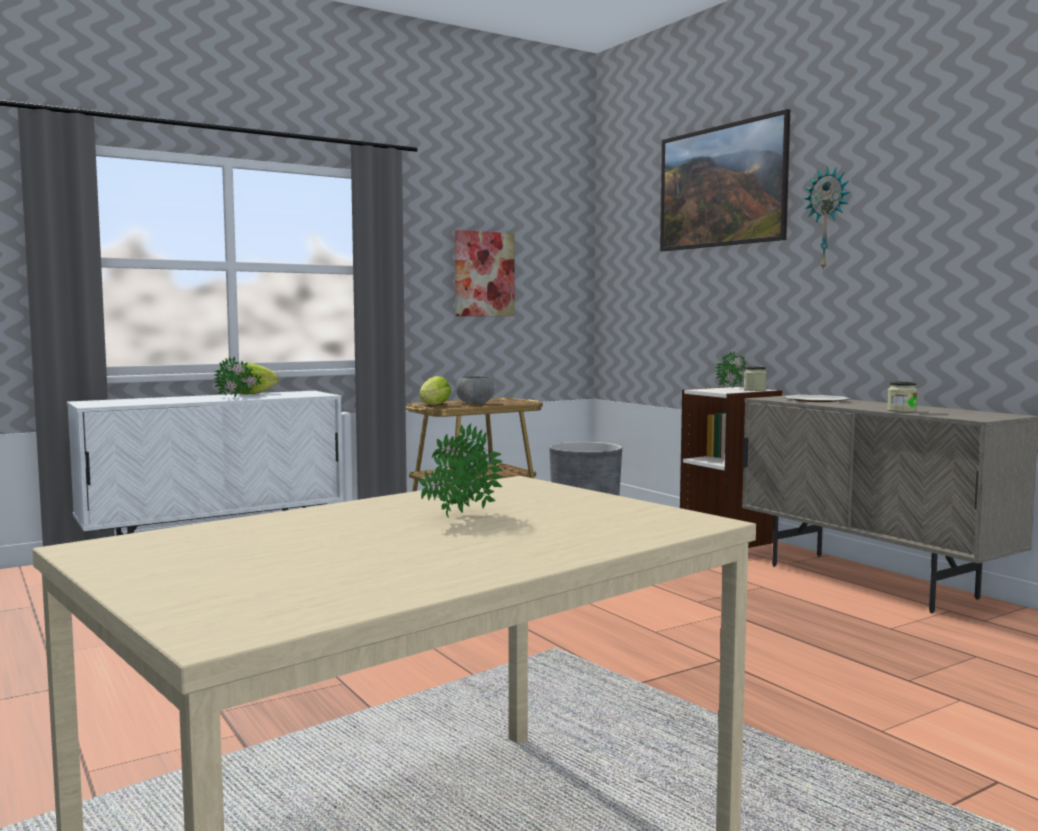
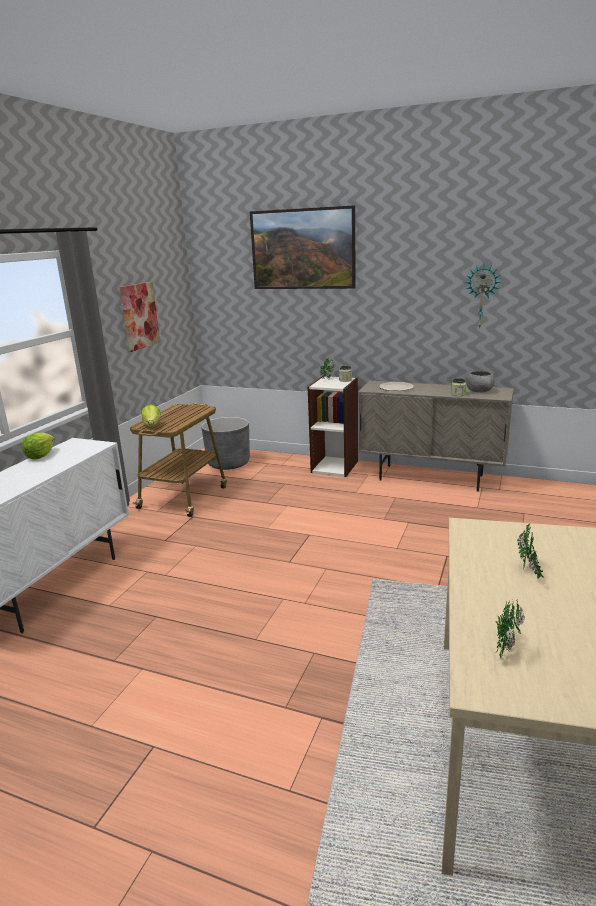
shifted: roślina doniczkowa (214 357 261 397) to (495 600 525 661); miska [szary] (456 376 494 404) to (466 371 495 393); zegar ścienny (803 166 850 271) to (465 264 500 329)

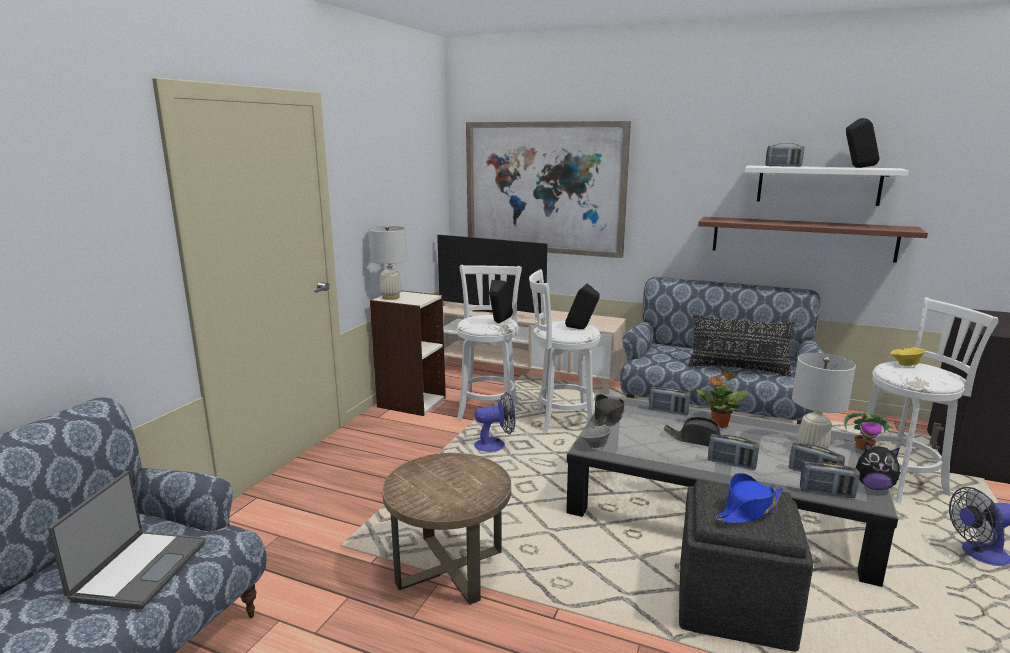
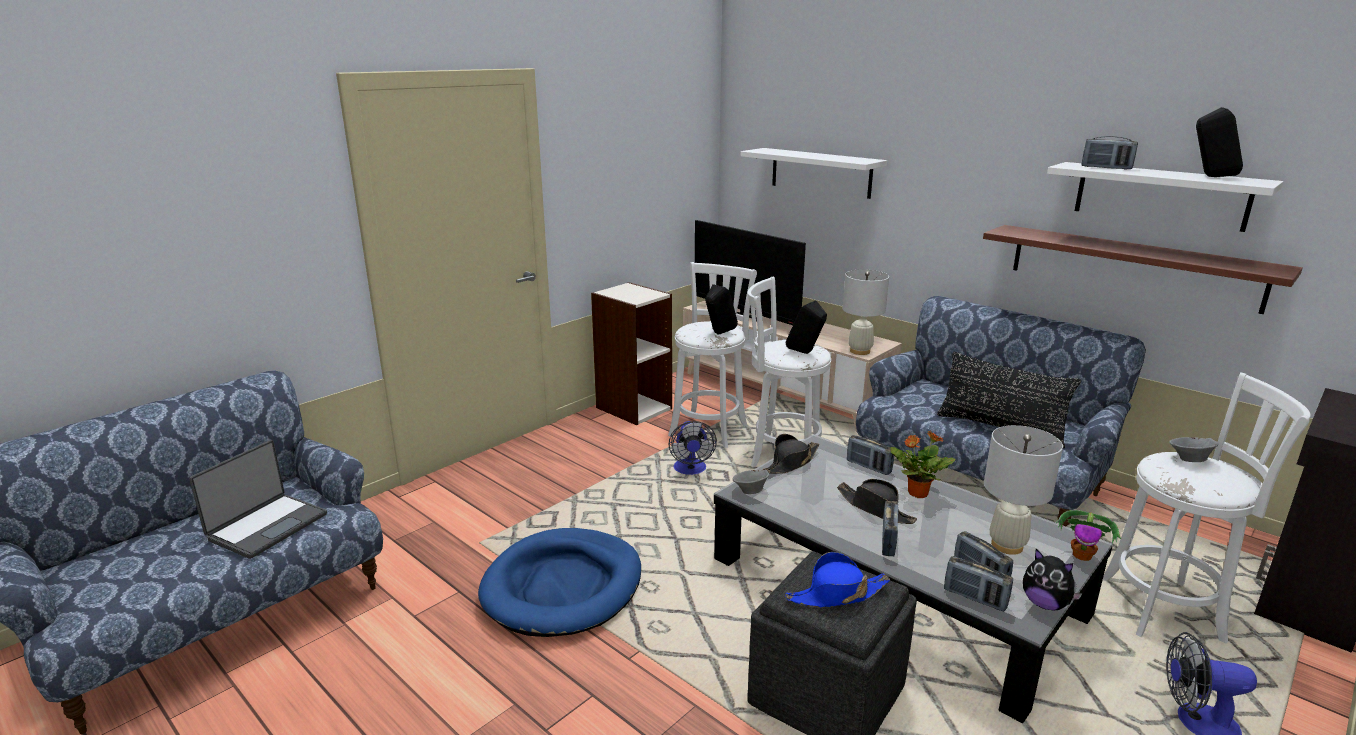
shifted: lampa stołowa [biały] (368 226 408 300) to (843 269 889 355)
swapped: stolik [brązowy] (383 453 511 605) to legowisko [niebieski] (478 528 641 637); obraz (466 121 631 258) to półka [biały] (741 148 887 199)
repainted: miska [żółty] (890 347 926 366) to miska [szary] (1169 437 1219 462)
rotated: wentylator (474 392 516 452) = (669 421 717 475) 75 degrees clockwise; radio (708 434 759 470) = (882 501 898 556) 120 degrees counterclockwise

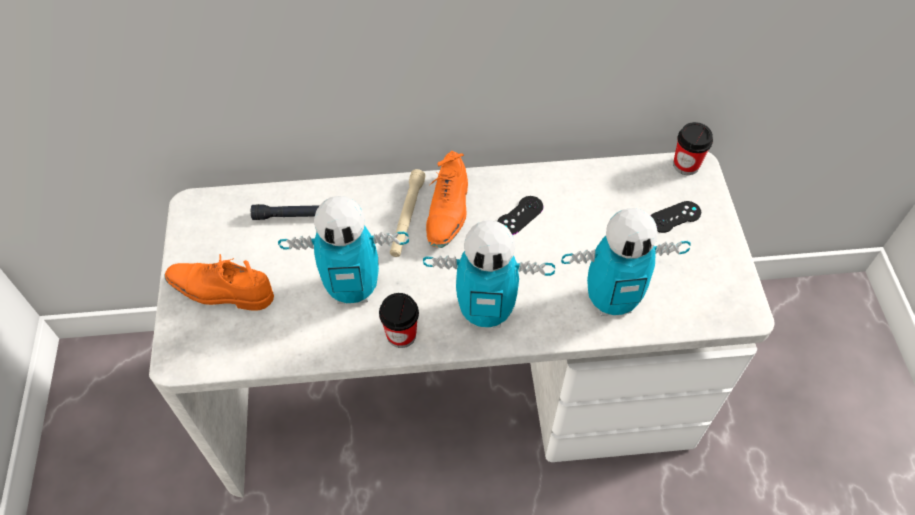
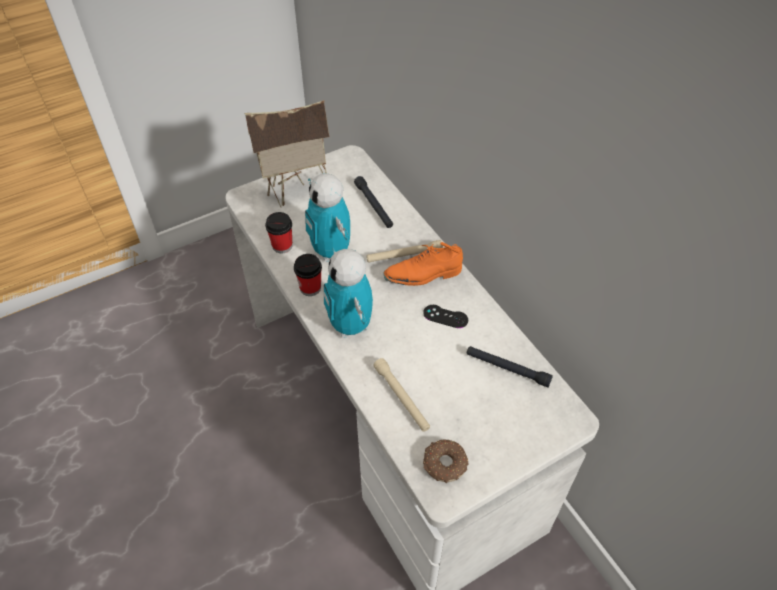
gone: pad do gier [czarny] (651 201 701 233)
new: donut (423 440 469 483); latarka [czarny] (467 346 553 388)
shifted: filiżanka (673 122 713 175) to (265 212 292 253)
swapped: but [pomarańczowy] (164 254 274 311) to domek (244 100 329 208); robot zabawkowy (561 208 691 316) to latarka [beżowy] (373 358 430 432)

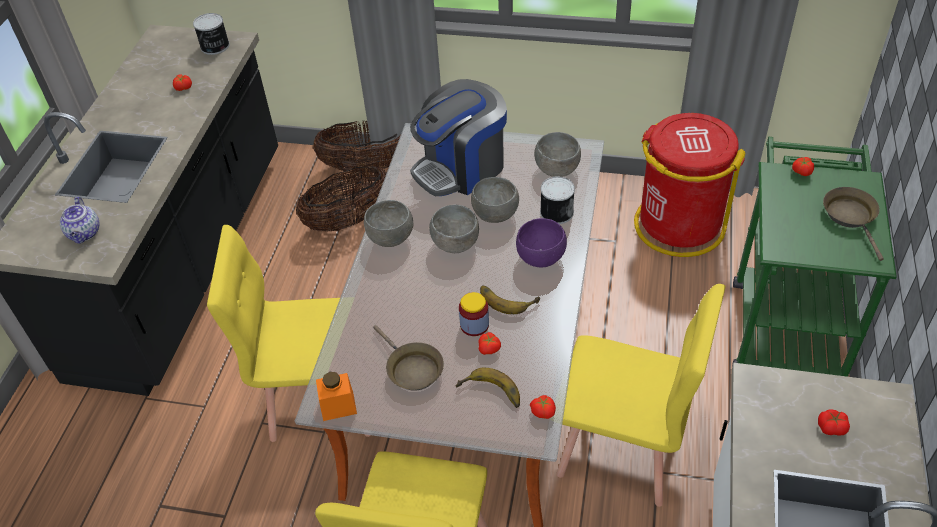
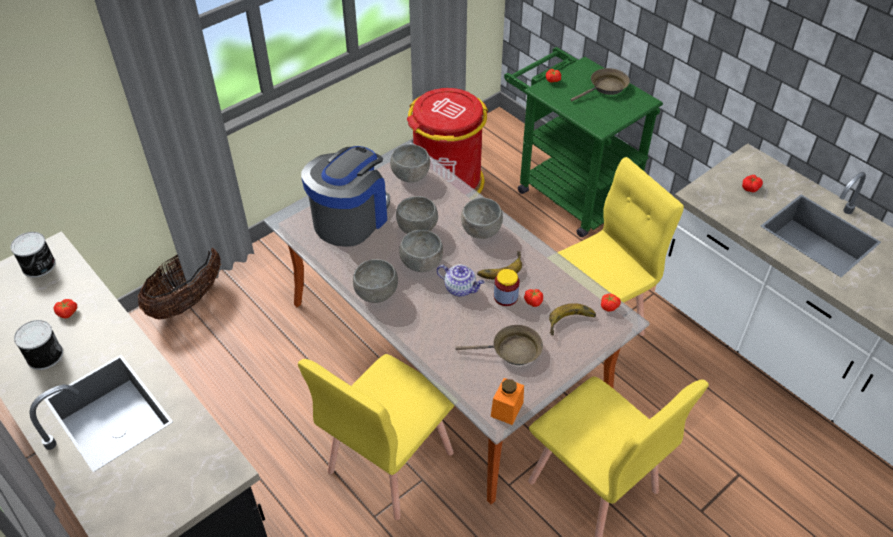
gone: koszyk (296 165 386 232)
shifted: imbryk (60 197 99 244) to (437 264 484 297); puszka (540 176 575 224) to (14 320 63 370)
repainted: miska [fioletowy] (516 218 567 267) to miska [szary] (461 198 503 239)
rotated: ekspres do kawy (410 79 507 196) = (301 146 390 247) 150 degrees counterclockwise; patelnia [brązowy] (823 187 884 261) = (570 68 630 102) 120 degrees clockwise

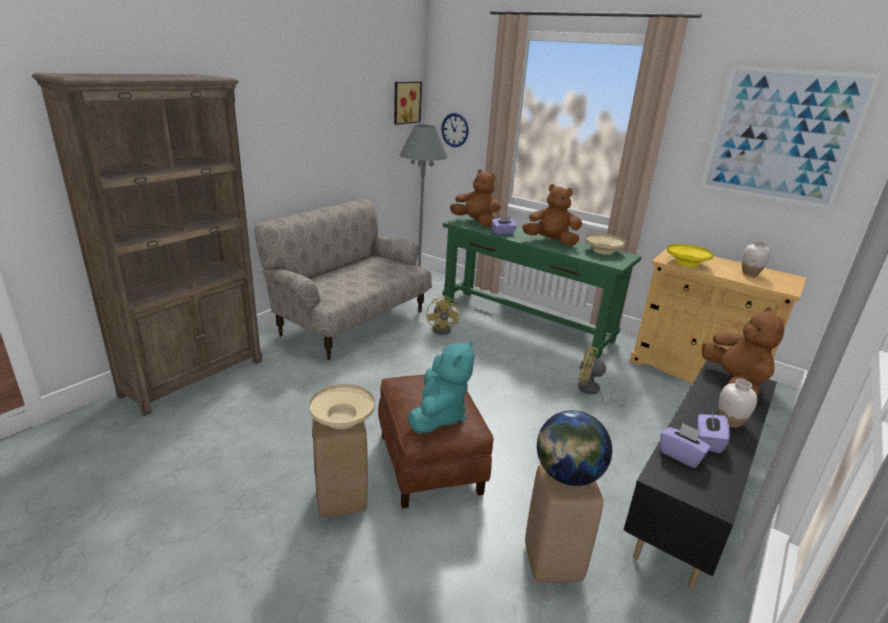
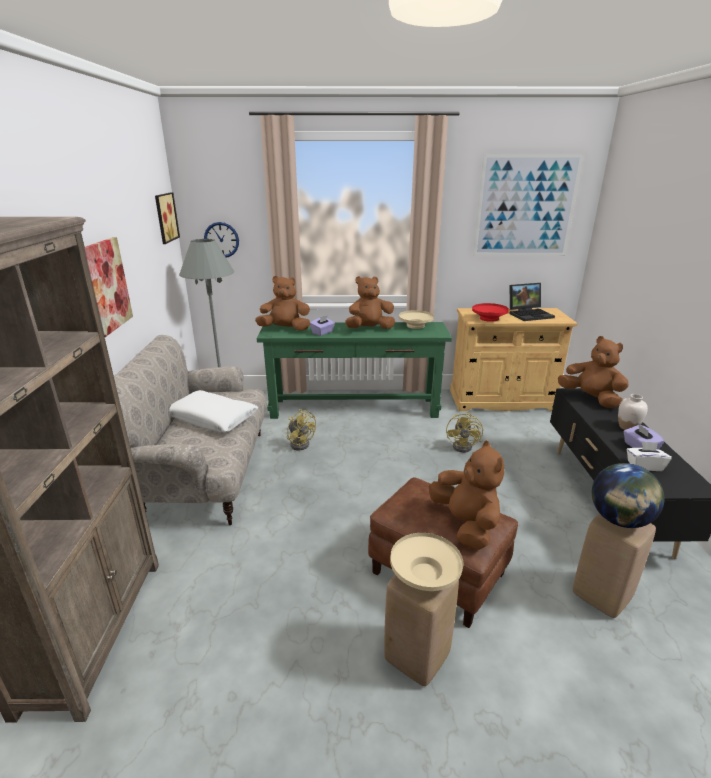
new: obraz (85 237 133 337); poduszka [biały] (169 390 258 433)
swapped: wazon [biały] (742 240 770 276) to laptop (509 283 555 321)
repainted: pluszak [turkusowy] (408 340 474 434) to pluszak [brązowy] (429 441 504 550); pudełko chusteczek [fioletowy] (660 422 711 468) to pudełko chusteczek [biały] (627 441 672 471); miska [żółty] (667 244 713 267) to miska [czerwony] (472 303 509 322)
rotated: wentylator [żółty] (578 346 627 407) = (446 412 483 453) 60 degrees counterclockwise

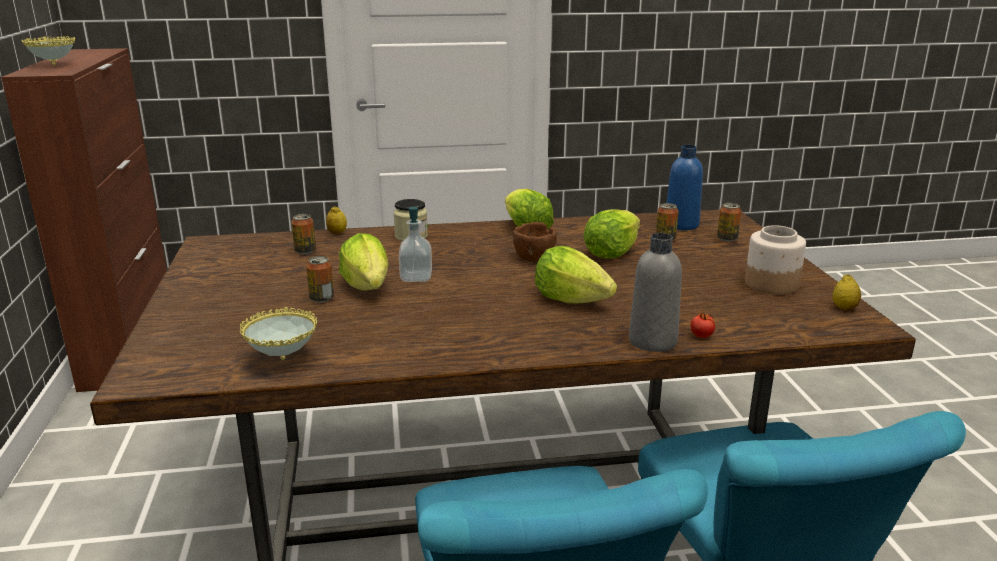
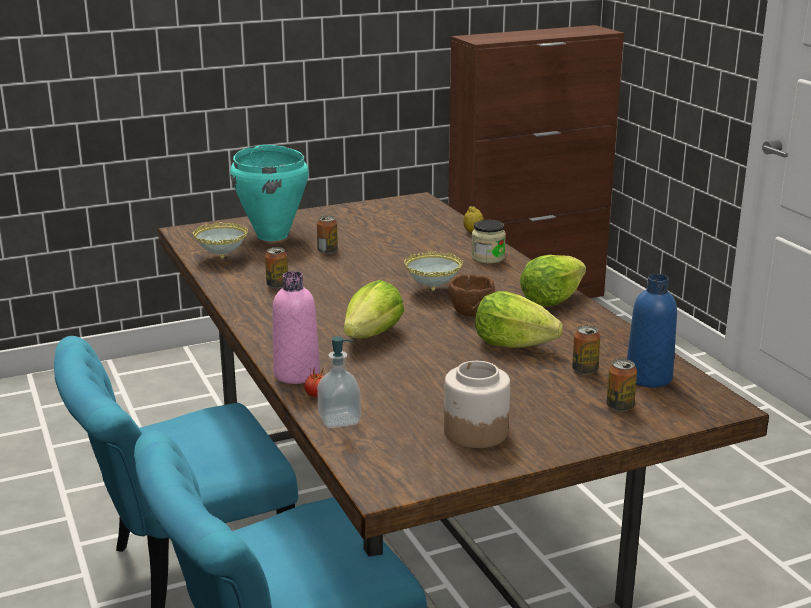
gone: sałata (339 233 389 291); cytryna (833 275 861 311)
new: garnek [turkusowy] (230 145 309 241)
shifted: miska (21 36 75 66) to (404 251 463 291); puszka (291 214 316 254) to (265 247 288 289); dozownik mydła (399 207 432 282) to (317 336 361 428)
repainted: butelka [szary] (629 233 682 352) to butelka [różowy] (273 271 320 384)

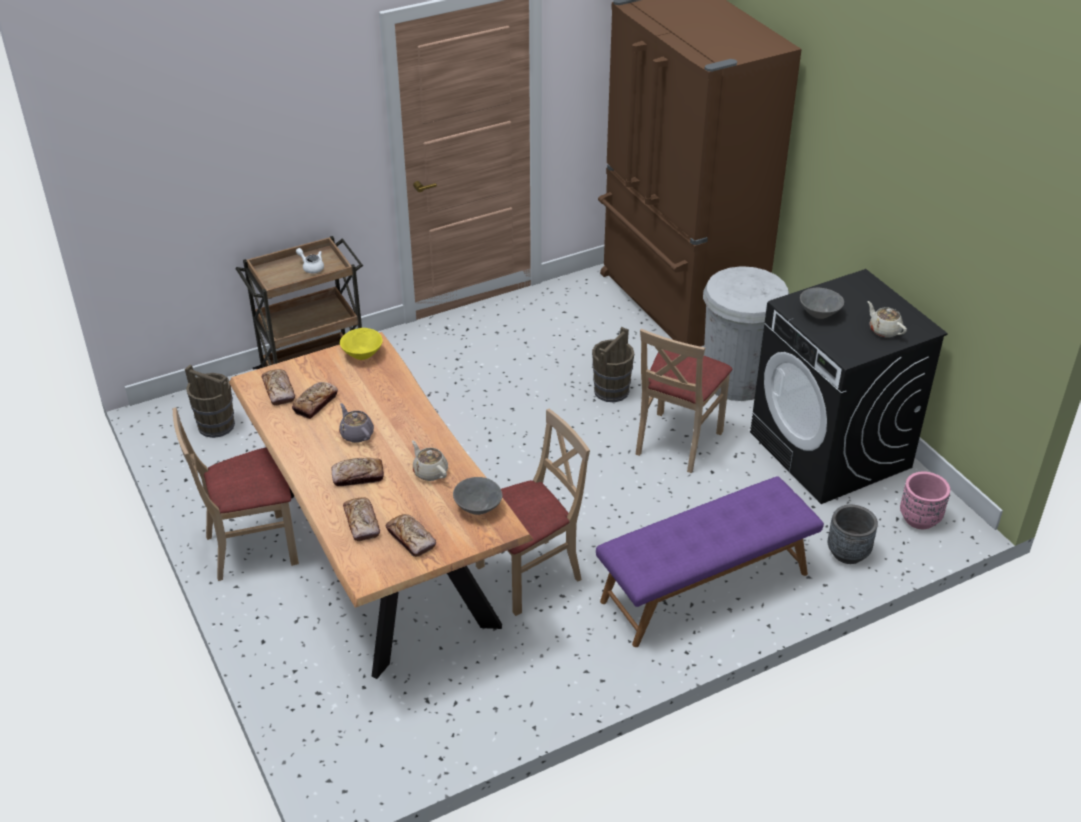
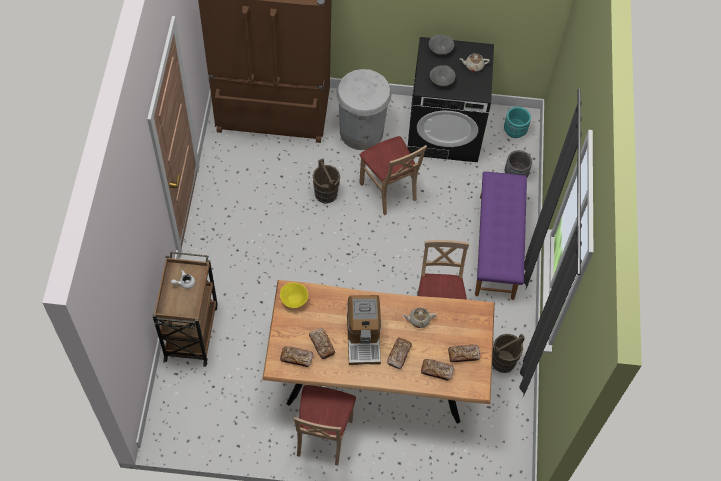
shifted: wiadro [brązowy] (185 365 235 438) to (492 333 525 373); miska [szary] (453 477 502 515) to (429 35 454 55)
swapped: imbryk [szary] (339 403 374 443) to ekspres do kawy (347 295 381 365)
repainted: donica [różowy] (900 471 950 529) to donica [turkusowy] (504 107 531 138)

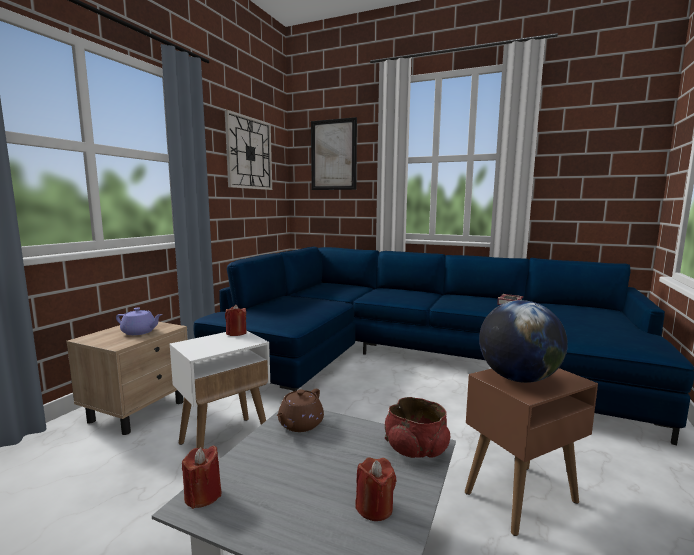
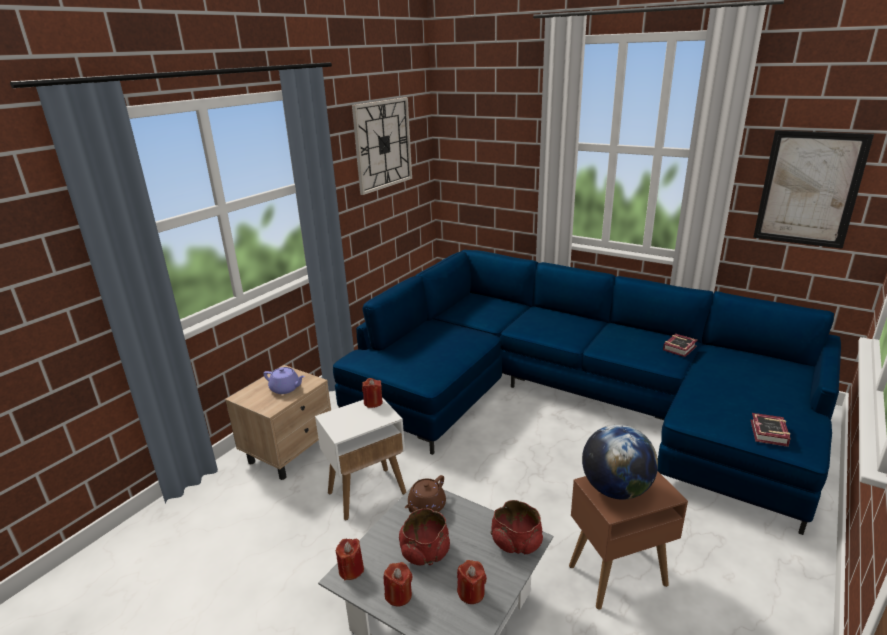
new: świeca [czerwony] (384 562 413 607); miska [czerwony] (399 508 450 565); książka (750 413 791 447)
shifted: obraz (311 117 357 190) to (753 130 874 249)

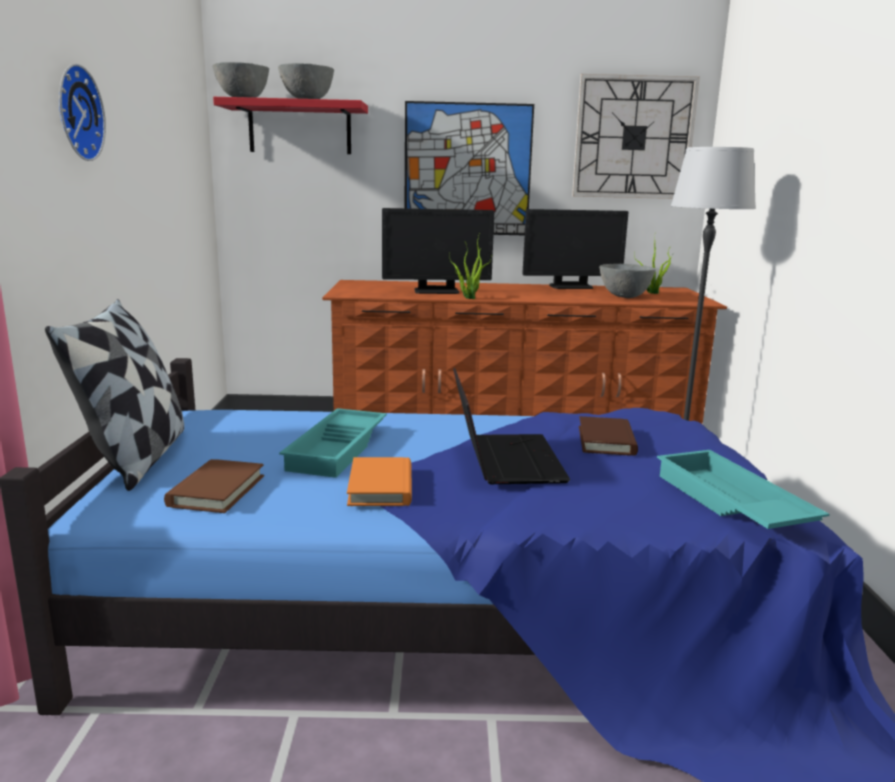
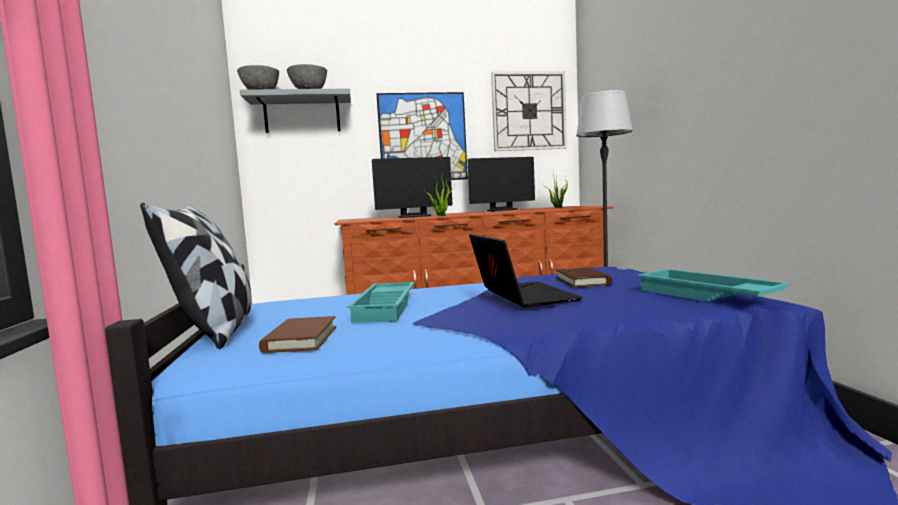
gone: zegar ścienny (59 64 106 161); książka [pomarańczowy] (347 457 412 506); miska [szary] (599 264 656 298)
repainted: półka [czerwony] (213 97 368 154) to półka [szary] (240 88 351 133)

